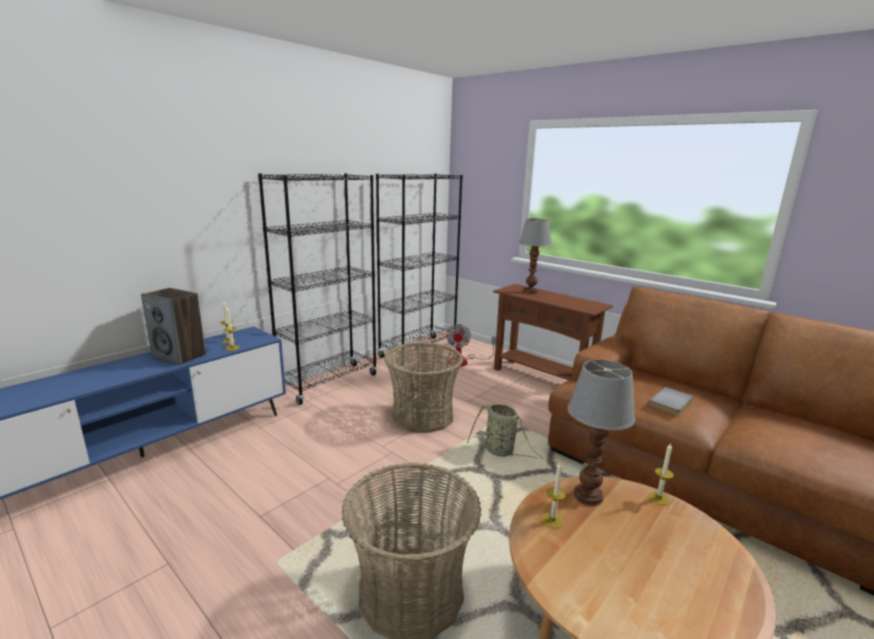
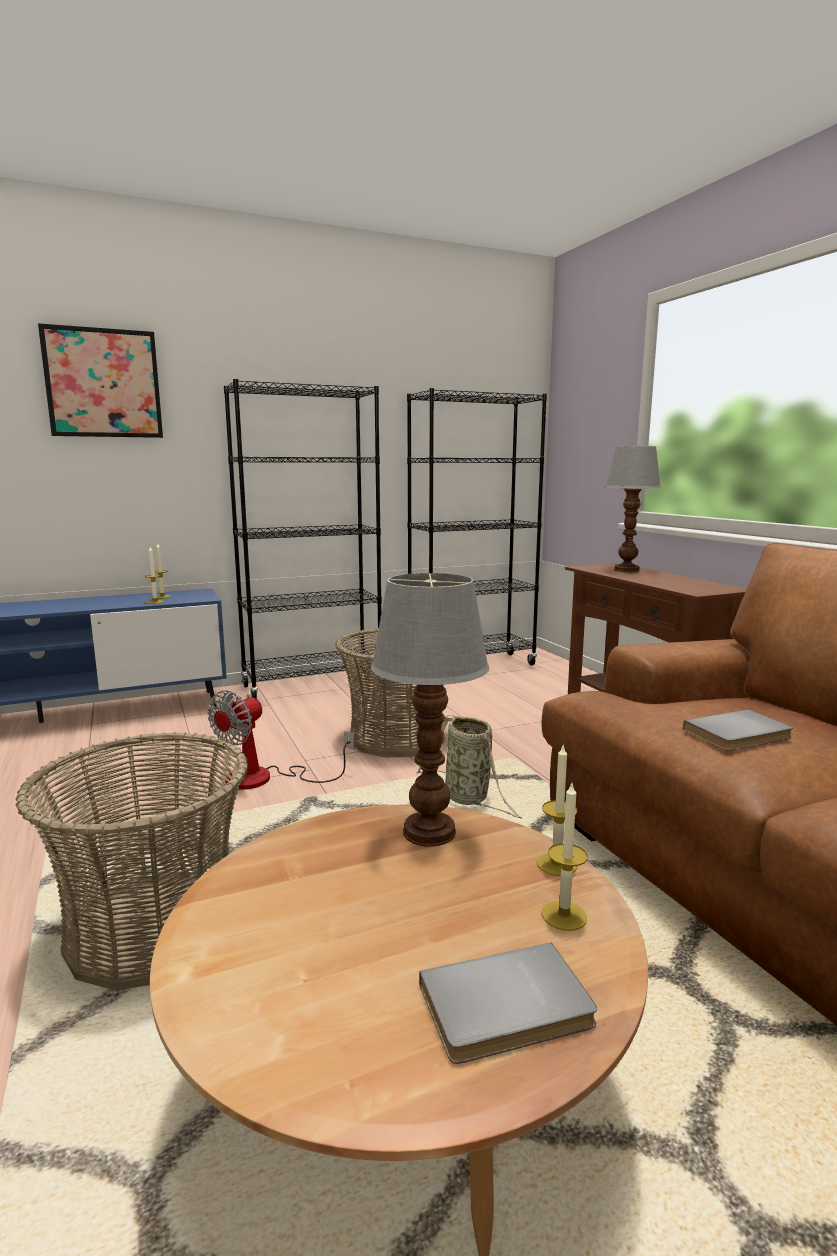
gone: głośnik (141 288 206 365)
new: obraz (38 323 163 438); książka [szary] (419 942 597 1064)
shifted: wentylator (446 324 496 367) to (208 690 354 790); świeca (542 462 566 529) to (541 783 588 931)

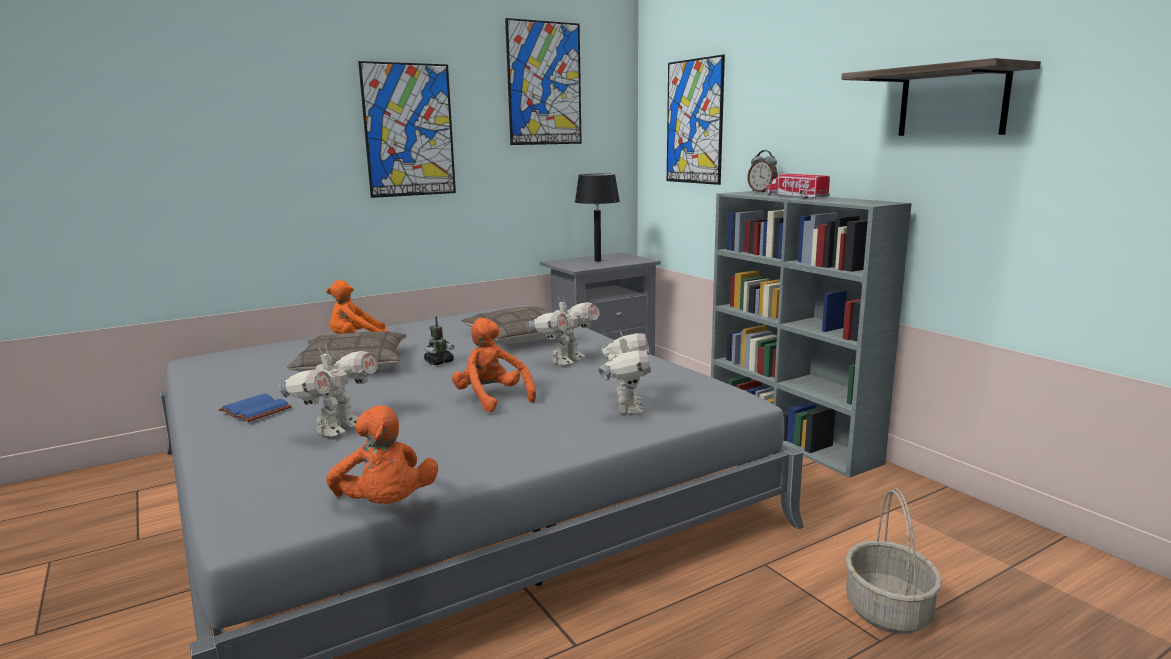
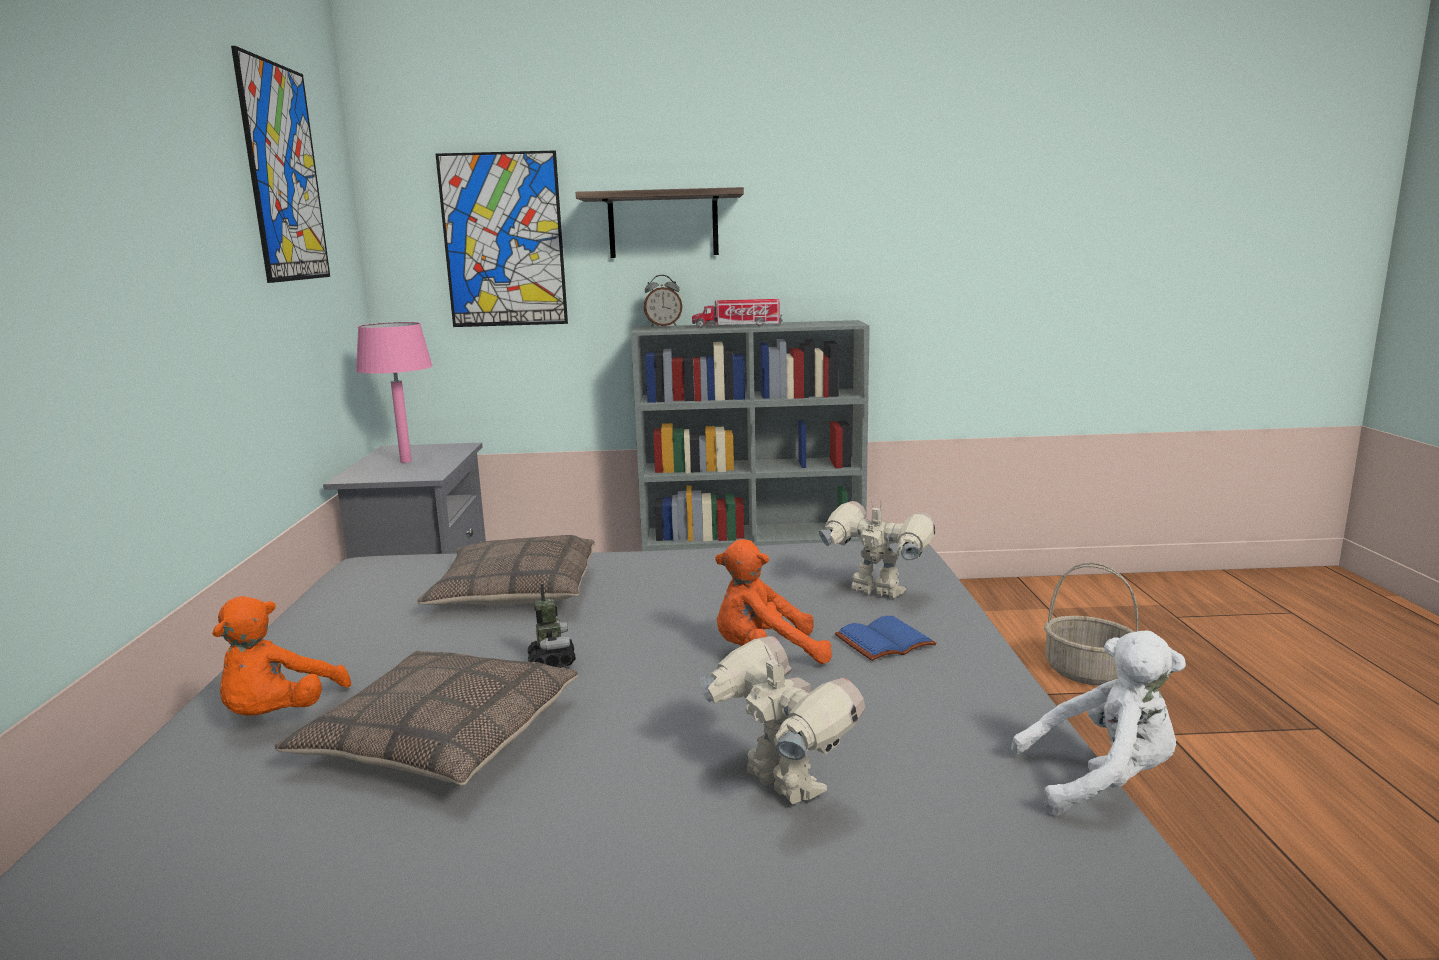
gone: obraz (358 61 456 198); robot zabawkowy (529 296 600 365)
shifted: książka [niebieski] (219 394 292 422) to (835 616 936 661); półka (841 58 1041 136) to (575 187 744 258)
repainted: pluszak [pomarańczowy] (326 406 438 504) to pluszak [biały] (1011 631 1186 816); lampa stołowa [czarny] (575 174 620 262) to lampa stołowa [różowy] (356 322 433 463)

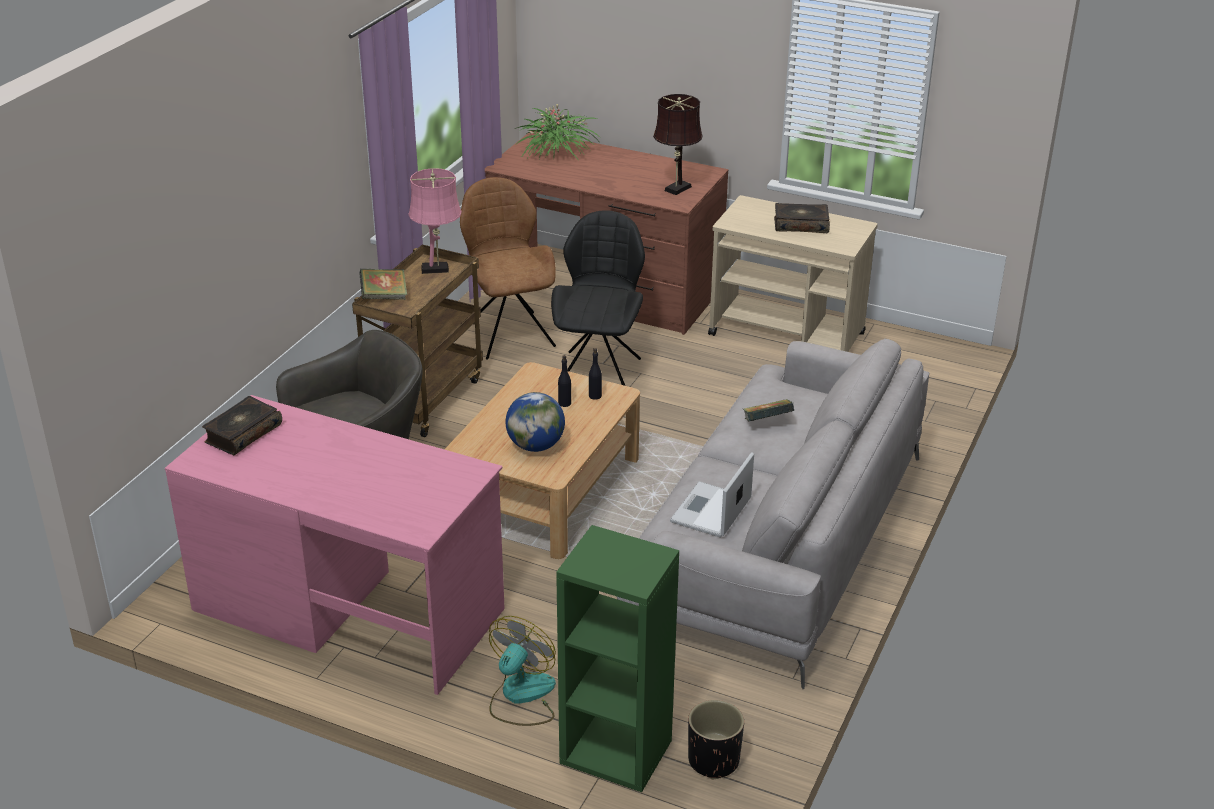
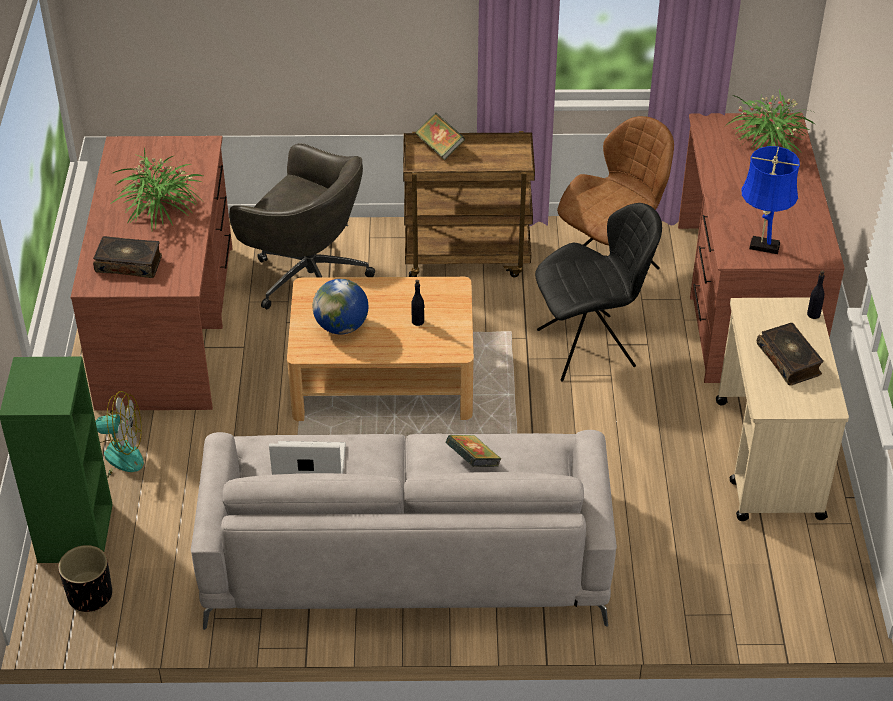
gone: lampa stołowa [różowy] (408 168 462 274)
new: roślina doniczkowa (112 148 203 231)
shifted: książka (202 396 282 455) to (93 236 162 278); butelka [czarny] (589 348 602 400) to (807 270 825 319)
repainted: biurko [różowy] (165 395 505 695) to biurko [brązowy] (71 136 232 411); lampa stołowa [brązowy] (653 94 703 195) to lampa stołowa [niebieski] (741 146 800 254)

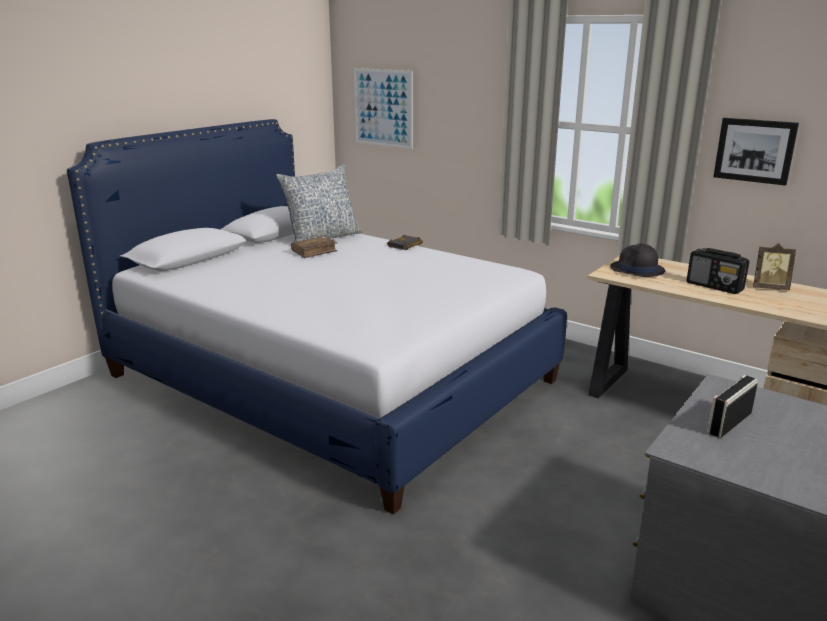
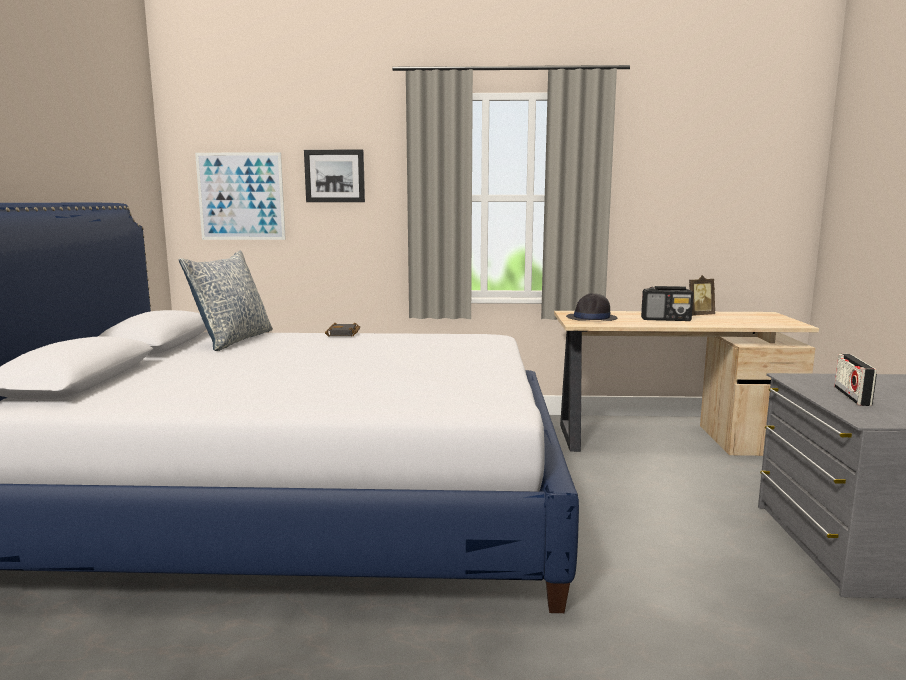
gone: książka [brązowy] (291 236 337 258)
shifted: obraz (713 118 799 186) to (304 150 365 202)

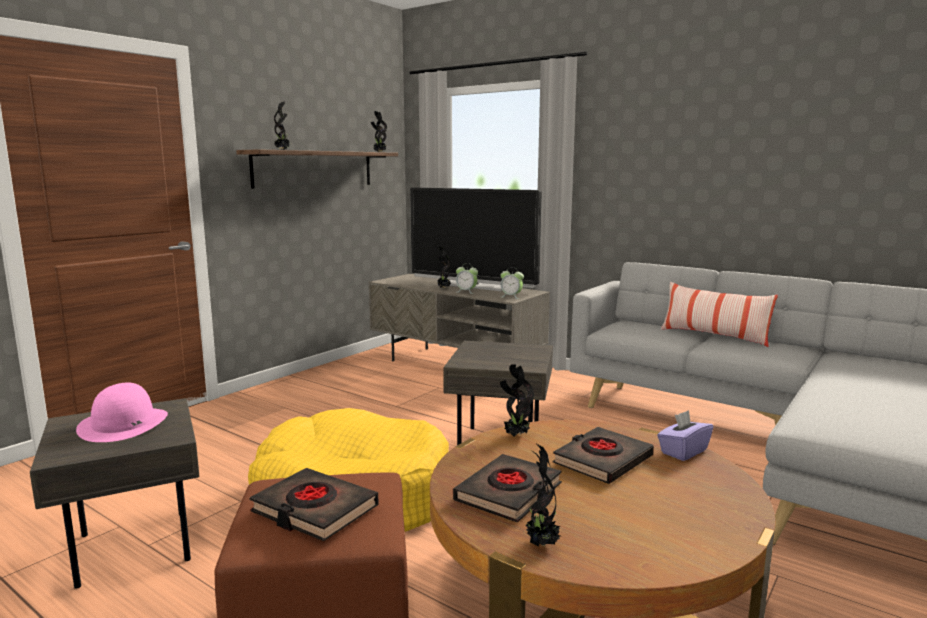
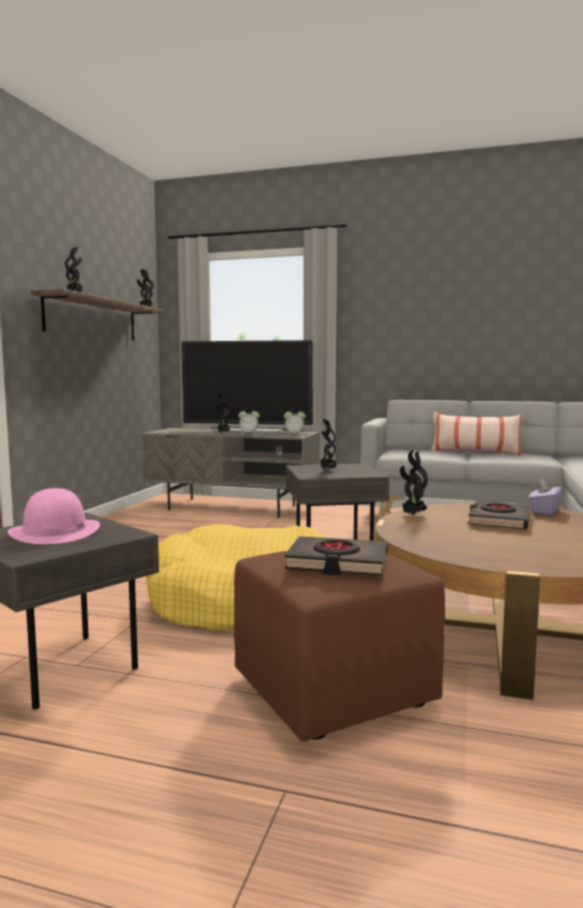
gone: książka [czarny] (453 454 562 523)
shifted: roślina doniczkowa (525 443 560 546) to (318 419 337 470)

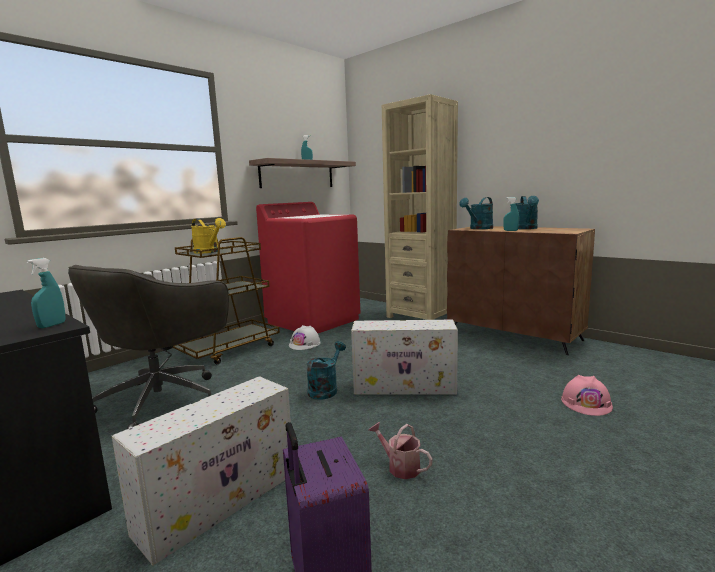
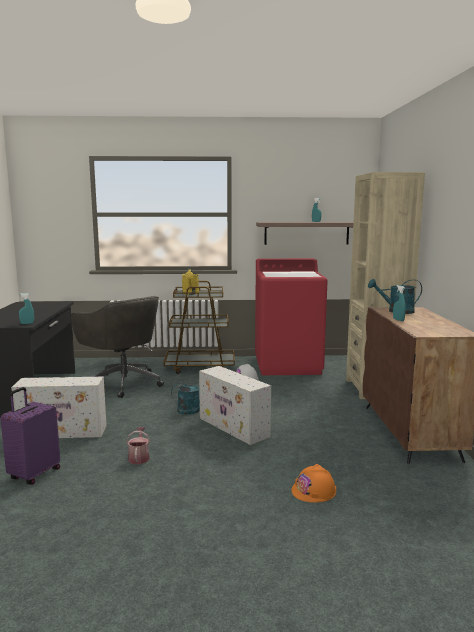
gone: konewka [turkusowy] (515 196 539 229)
repainted: kask [różowy] (561 375 613 416) to kask [pomarańczowy] (291 464 336 503)
rotated: krzesło biurowe [szary] (68 265 229 429) = (71 296 164 398) 120 degrees counterclockwise

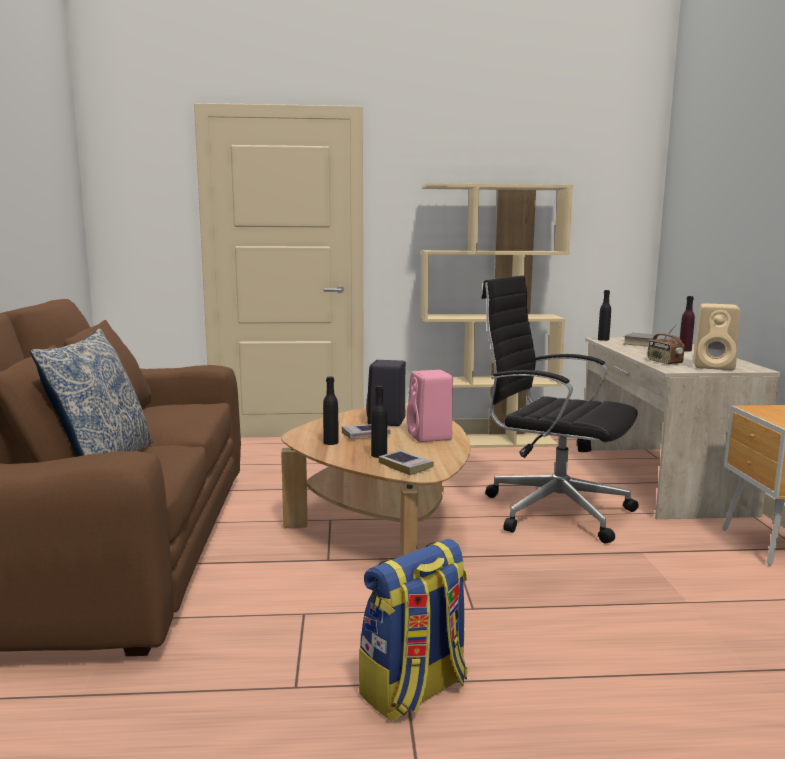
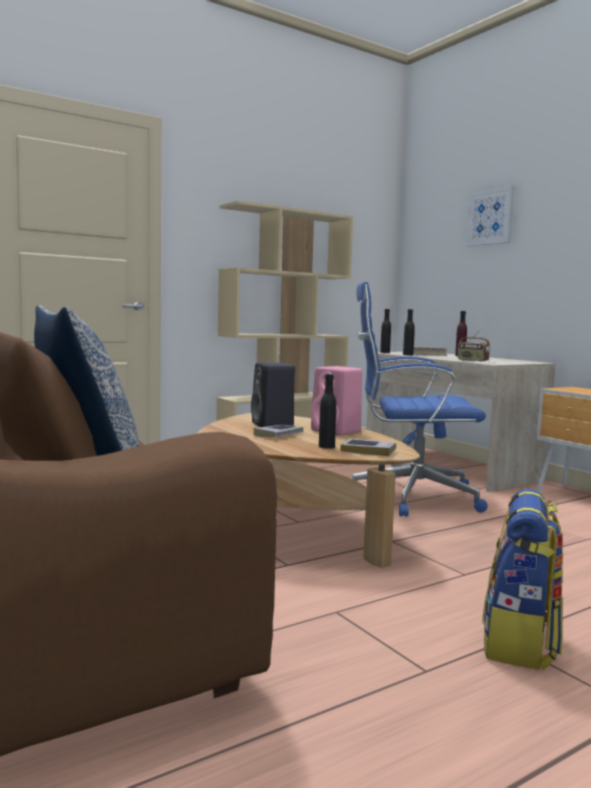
gone: głośnik [beżowy] (693 303 740 370)
new: obraz (465 186 515 246)
shifted: butelka [czarny] (323 377 339 445) to (403 309 415 356)
repainted: krzesło biurowe [czarny] (482 276 639 544) to krzesło biurowe [niebieski] (352 282 488 517)

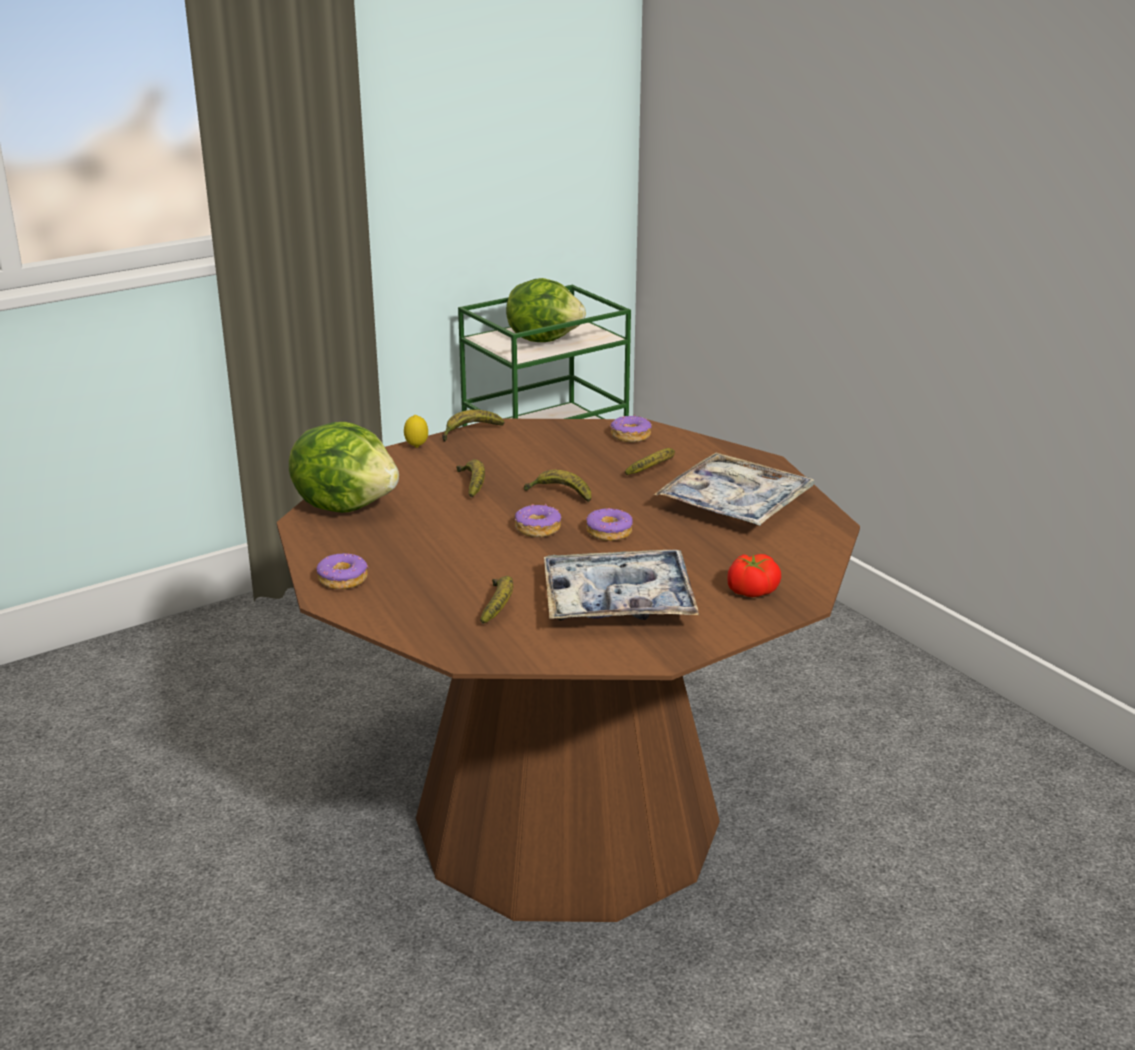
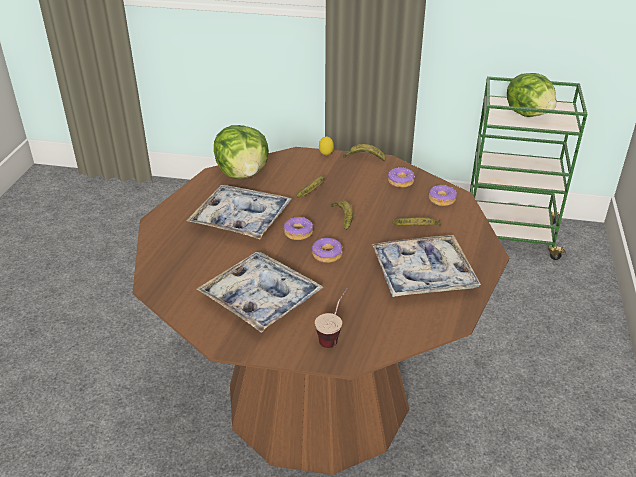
gone: banan (480 576 513 624)
new: taca (186 185 292 239)
shifted: donut (316 553 369 589) to (388 167 415 188)
swapped: pomidor (727 554 781 597) to filiżanka (315 288 348 348)

